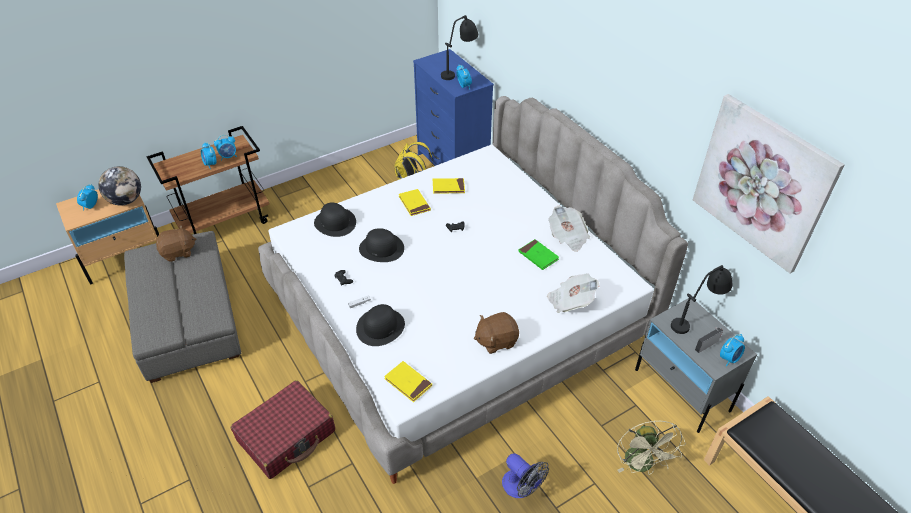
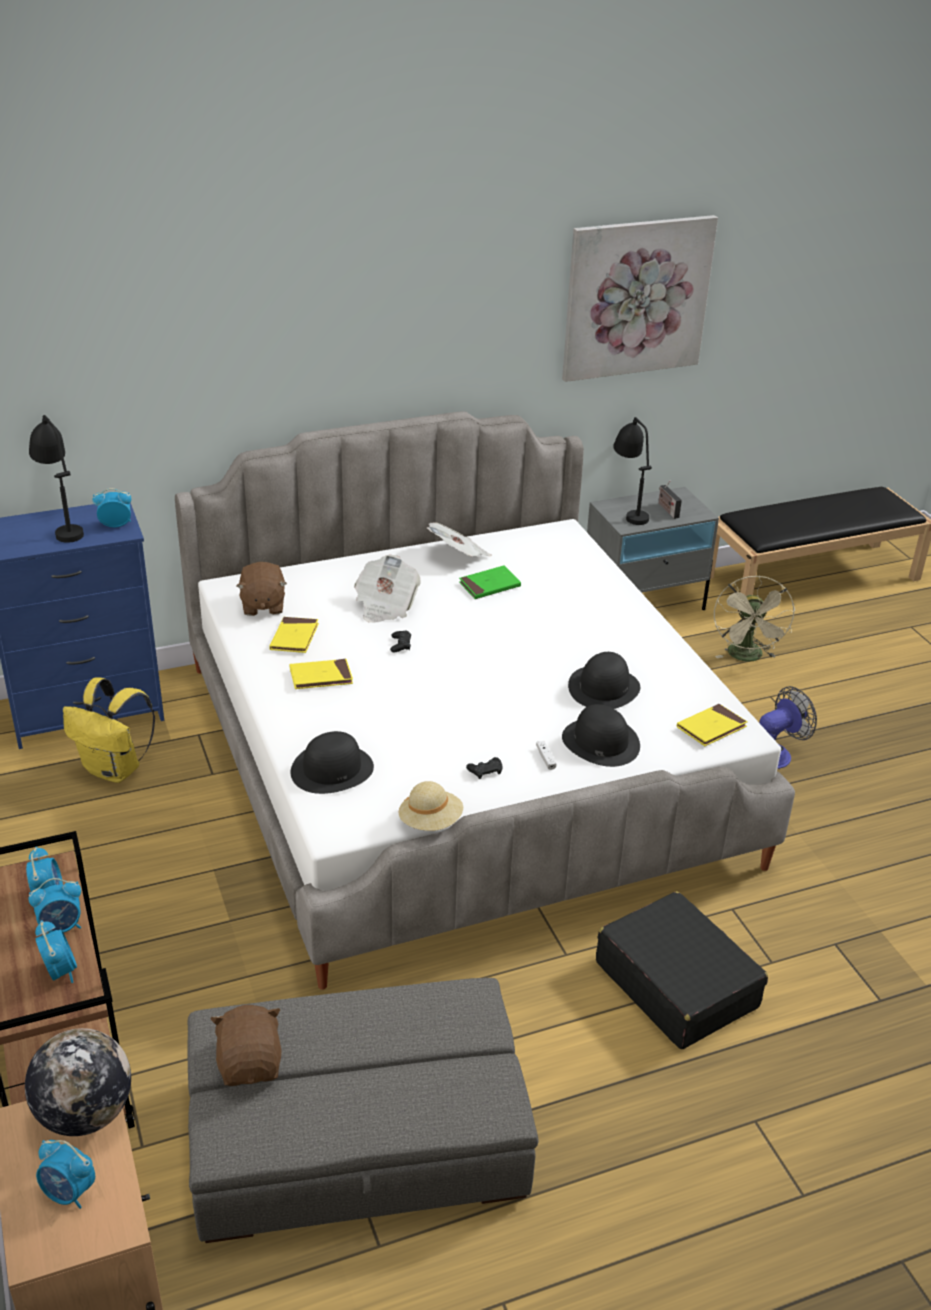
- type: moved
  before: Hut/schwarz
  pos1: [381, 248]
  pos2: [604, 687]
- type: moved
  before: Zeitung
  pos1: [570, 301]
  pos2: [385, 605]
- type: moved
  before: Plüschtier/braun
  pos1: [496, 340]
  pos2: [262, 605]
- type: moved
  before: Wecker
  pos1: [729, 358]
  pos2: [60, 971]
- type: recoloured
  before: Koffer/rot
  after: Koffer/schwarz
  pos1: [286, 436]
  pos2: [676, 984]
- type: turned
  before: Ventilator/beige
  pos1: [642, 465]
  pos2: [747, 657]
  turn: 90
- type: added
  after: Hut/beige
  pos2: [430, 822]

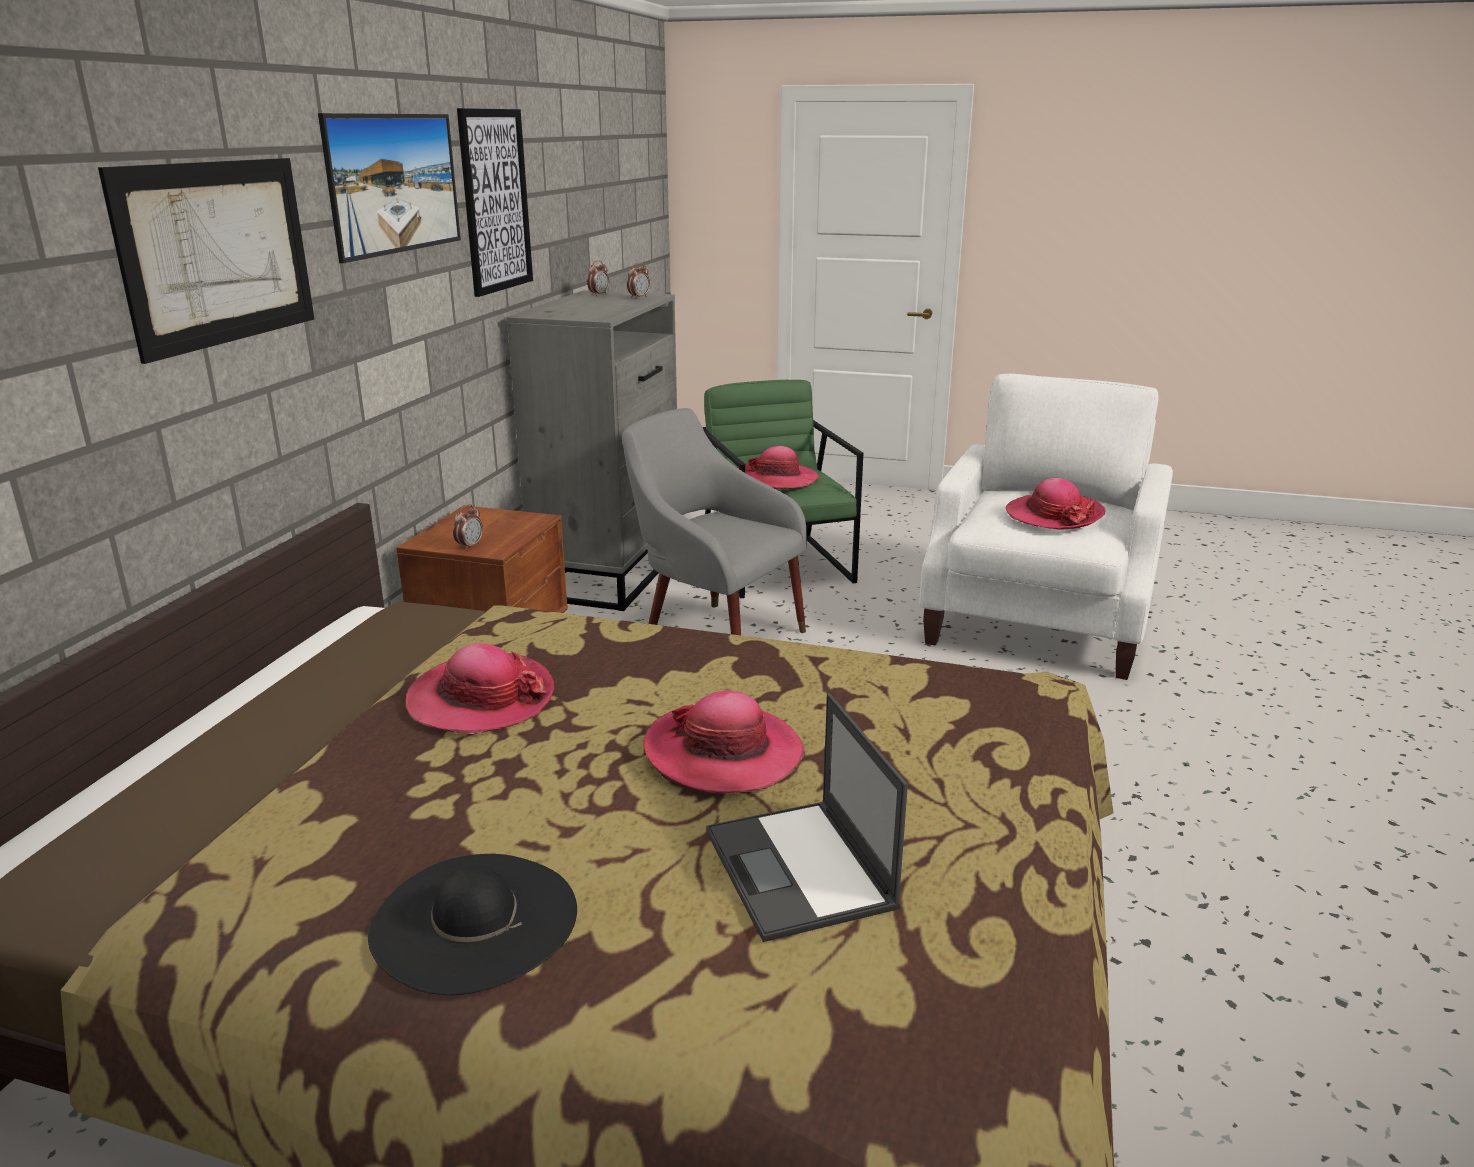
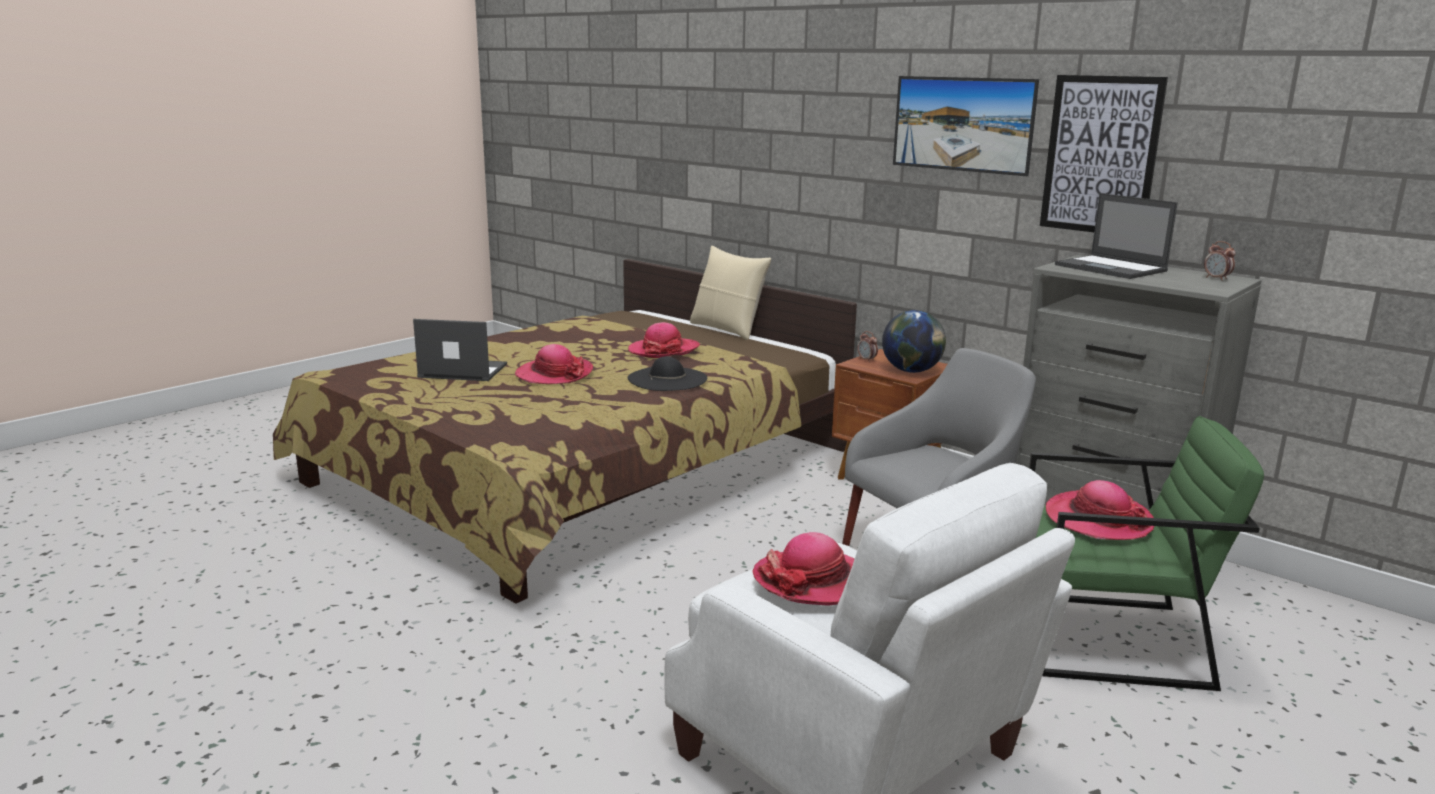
- type: removed
  before: Bild
  pos1: [218, 253]
- type: removed
  before: Wecker
  pos1: [639, 297]
- type: moved
  before: Hut/schwarz
  pos1: [474, 920]
  pos2: [667, 379]
- type: added
  after: Laptop
  pos2: [1111, 268]
- type: added
  after: Kissen/beige
  pos2: [727, 329]
- type: added
  after: Globus
  pos2: [912, 371]

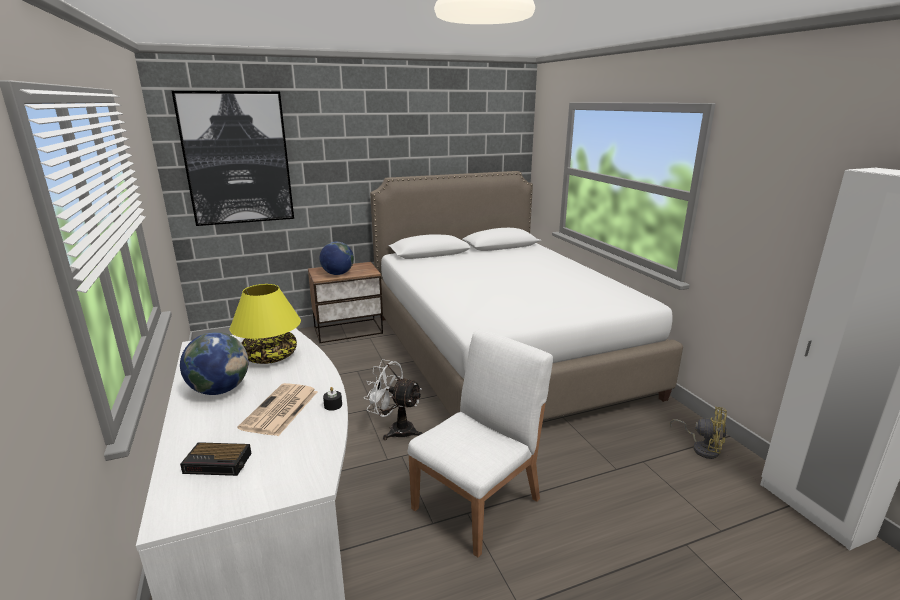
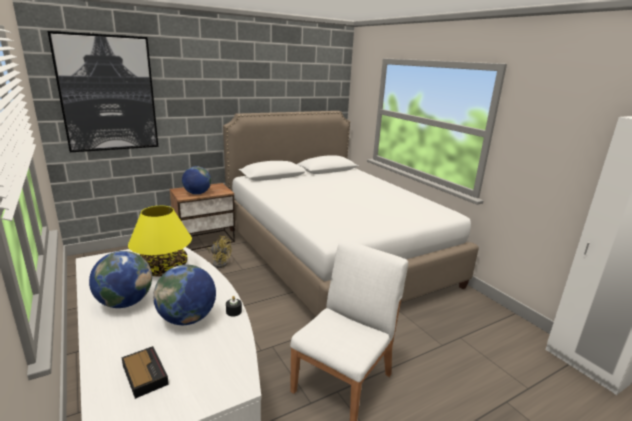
- type: removed
  before: Ventilator/weiß
  pos1: [396, 430]
- type: replaced
  before: Zeitung
  after: Globus
  pos1: [280, 410]
  pos2: [187, 319]
- type: moved
  before: Ventilator/gelb
  pos1: [702, 448]
  pos2: [219, 262]
- type: turned
  before: Wecker
  pos1: [219, 463]
  pos2: [144, 374]
  turn: -120

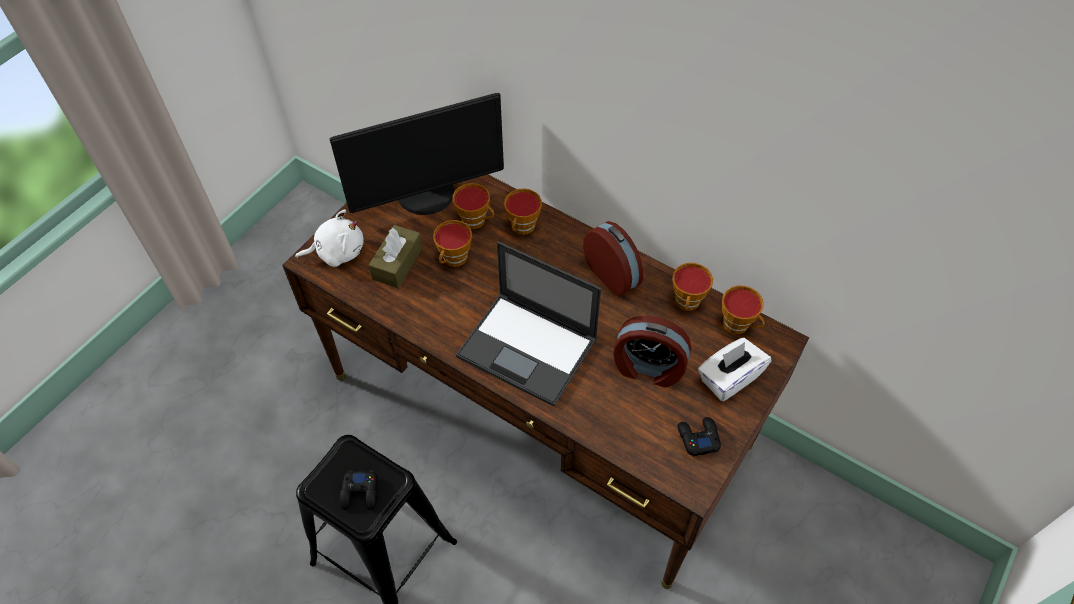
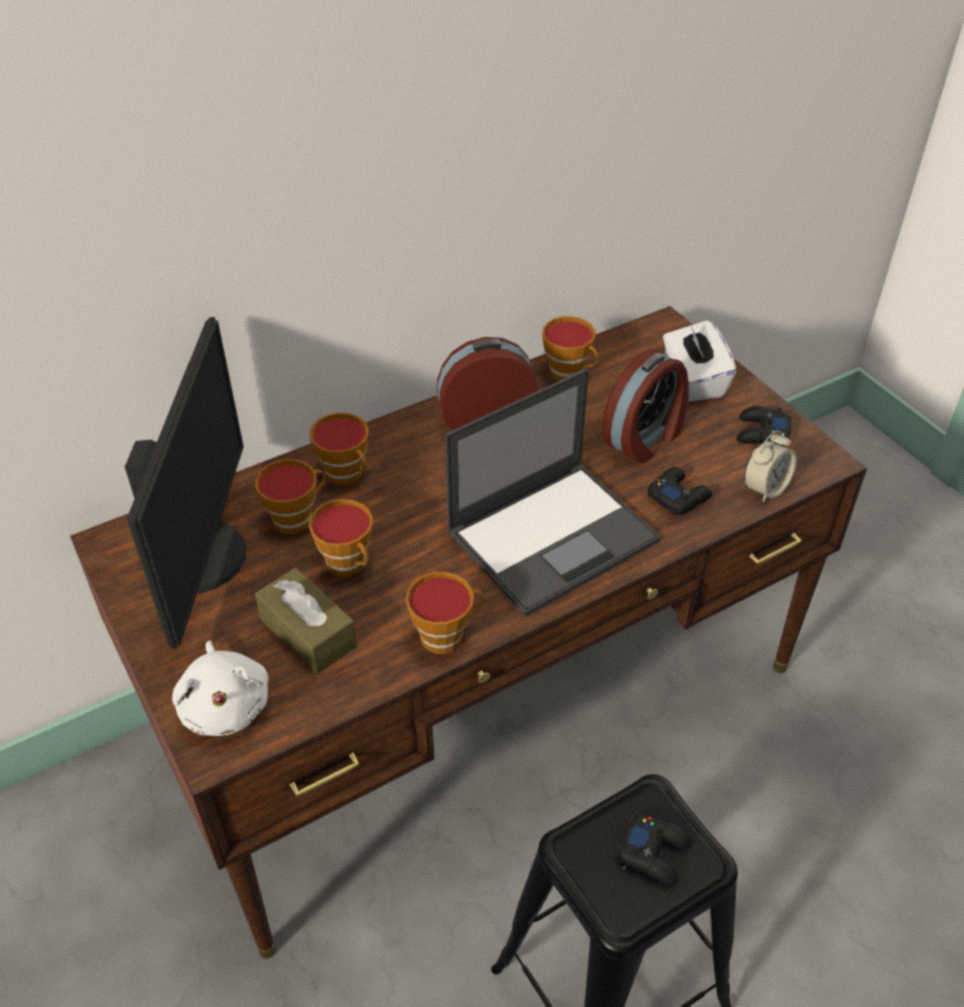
- type: turned
  before: Plüschtier/weiß
  pos1: [337, 251]
  pos2: [225, 705]
  turn: 150
- type: moved
  before: Tasse
  pos1: [739, 325]
  pos2: [446, 634]
- type: added
  after: Wecker
  pos2: [765, 489]
- type: added
  after: Gamepad/schwarz
  pos2: [678, 496]

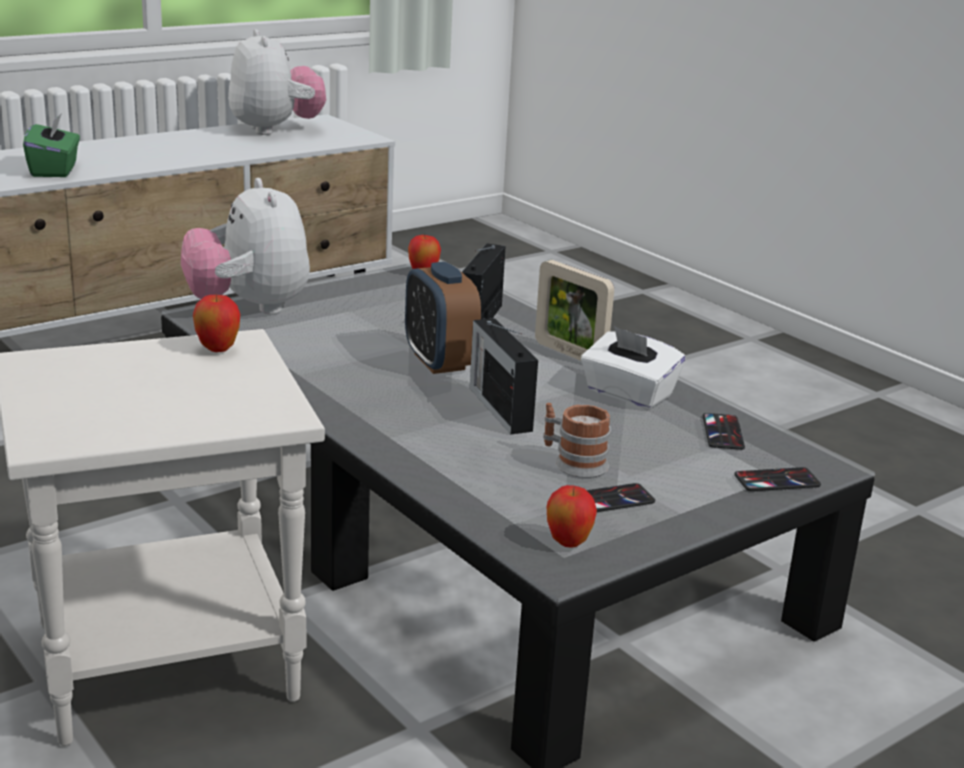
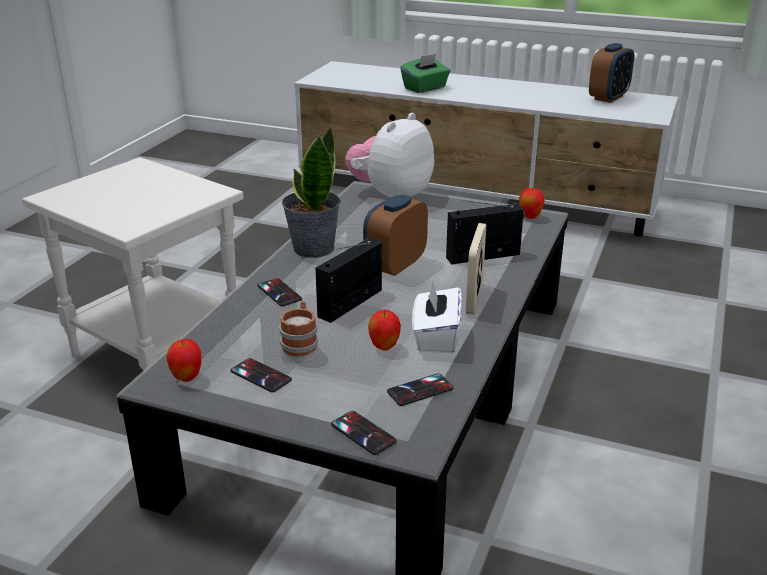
- type: replaced
  before: Plüschtier
  after: Wecker
  pos1: [275, 130]
  pos2: [608, 98]
- type: moved
  before: Apfel
  pos1: [217, 350]
  pos2: [384, 347]
- type: added
  after: Topfpflanze
  pos2: [313, 248]
- type: added
  after: Handy
  pos2: [279, 292]

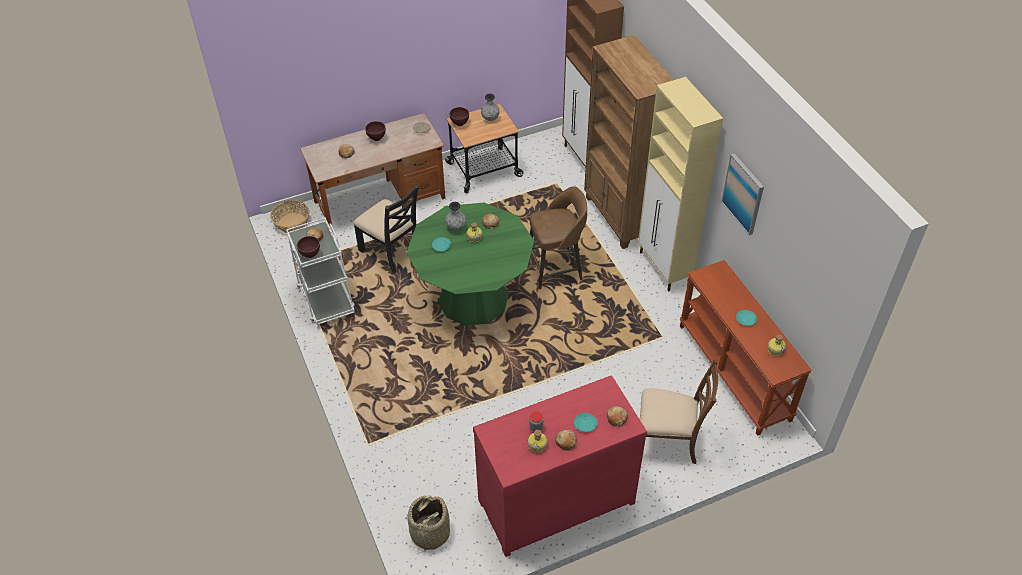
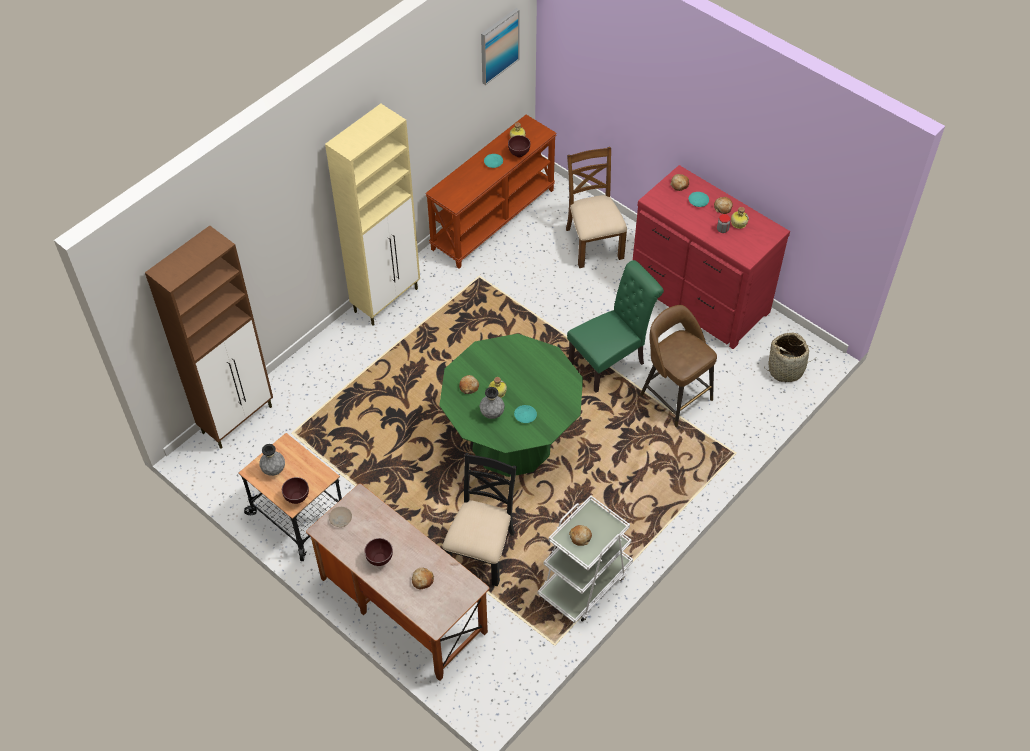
- type: removed
  before: Bücherregal/braun
  pos1: [620, 217]
- type: moved
  before: Bild
  pos1: [743, 194]
  pos2: [499, 46]
- type: moved
  before: Hocker/braun
  pos1: [556, 268]
  pos2: [674, 395]
- type: removed
  before: Korb
  pos1: [292, 223]
- type: moved
  before: Schüssel/braun
  pos1: [310, 255]
  pos2: [519, 155]
- type: added
  after: Stuhl/grün
  pos2: [611, 361]

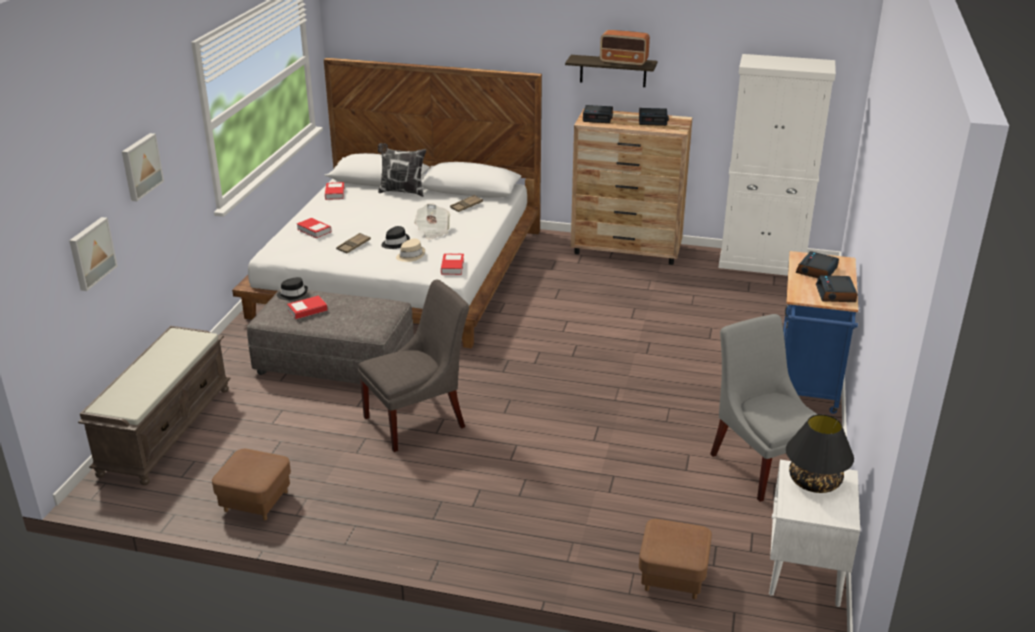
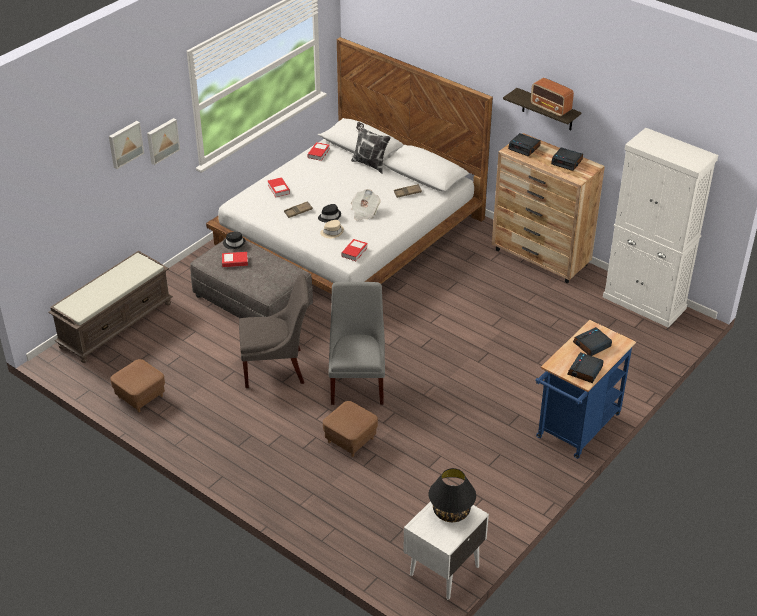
- type: moved
  before: Bild
  pos1: [91, 253]
  pos2: [162, 140]
- type: moved
  before: Stuhl/grau
  pos1: [762, 464]
  pos2: [358, 381]
- type: moved
  before: Polsterhocker/braun
  pos1: [673, 576]
  pos2: [350, 439]

